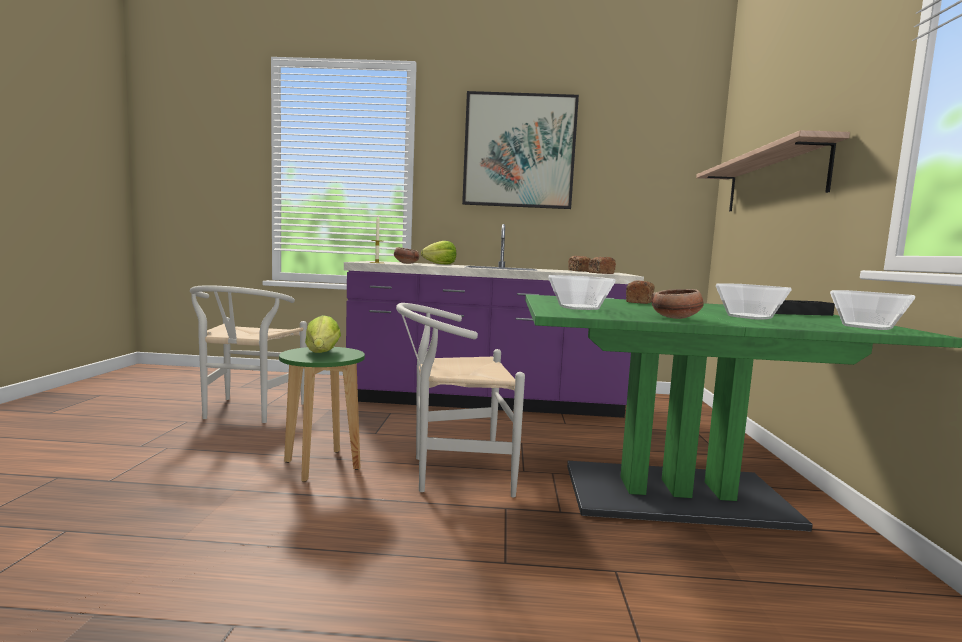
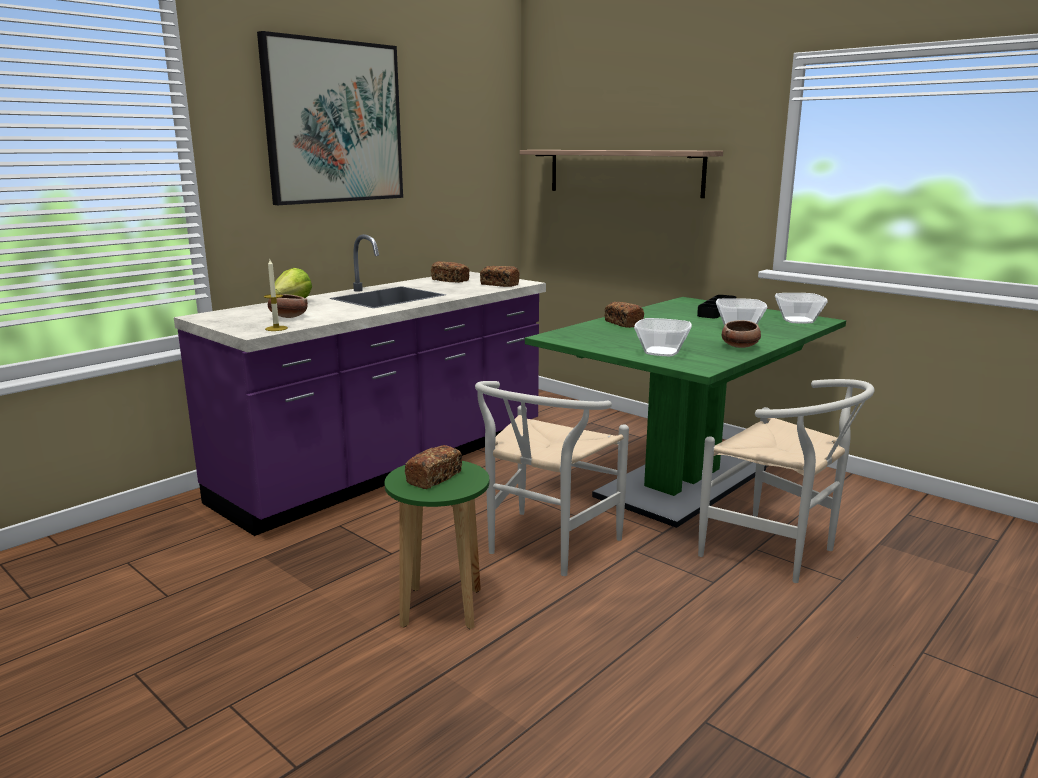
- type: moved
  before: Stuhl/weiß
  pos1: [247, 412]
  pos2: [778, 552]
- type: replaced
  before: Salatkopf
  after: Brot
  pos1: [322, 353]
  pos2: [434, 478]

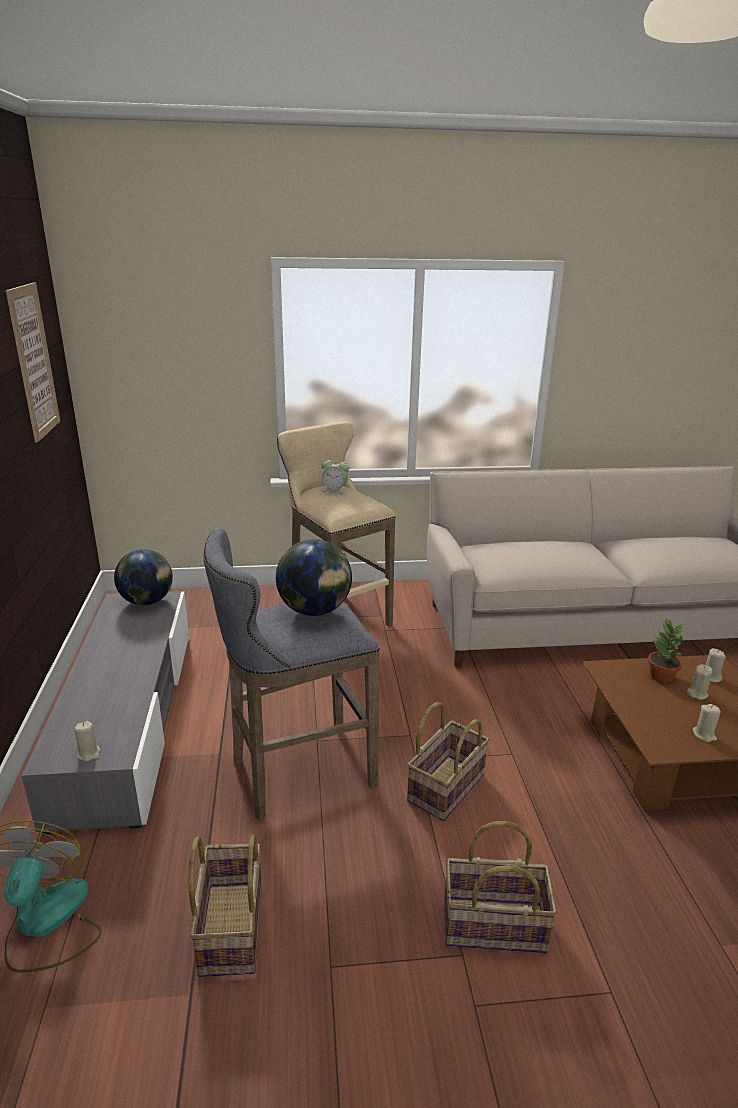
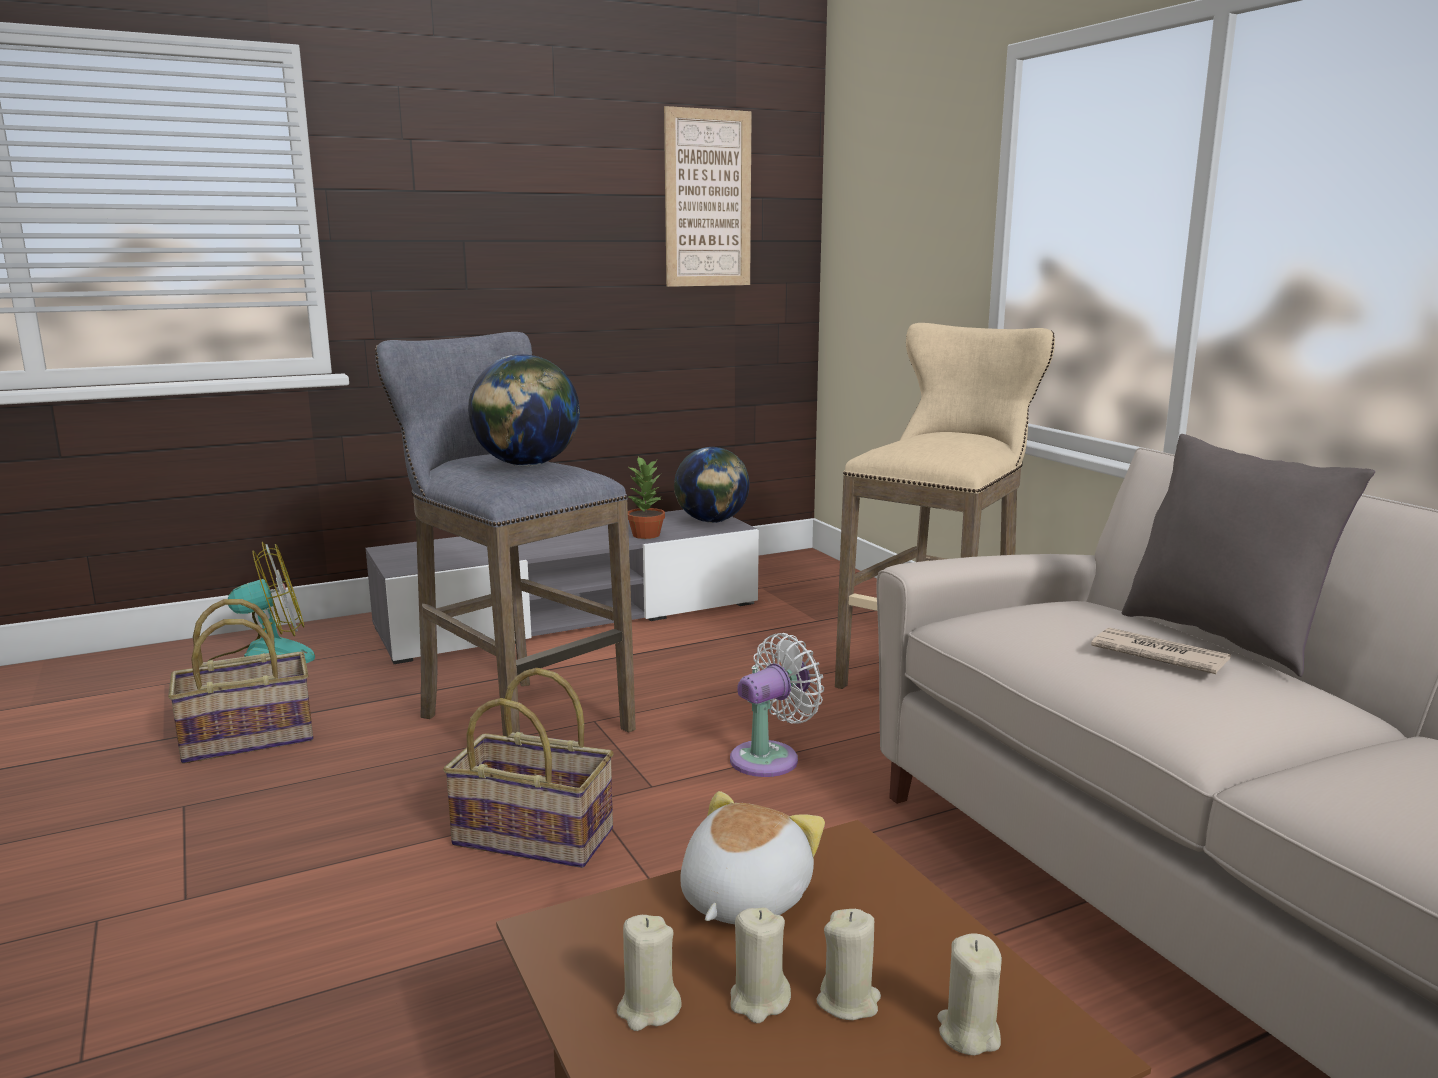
- type: removed
  before: Wecker
  pos1: [335, 490]
- type: moved
  before: Topfpflanze
  pos1: [660, 676]
  pos2: [646, 535]
- type: moved
  before: Kerze/beige
  pos1: [89, 753]
  pos2: [759, 1000]
- type: removed
  before: Korb
  pos1: [493, 927]
- type: added
  after: Kissen/grau
  pos2: [1223, 638]
- type: added
  after: Zeitung
  pos2: [1158, 656]
- type: added
  after: Ventilator/weiß
  pos2: [770, 757]
- type: added
  after: Plüschtier
  pos2: [741, 898]

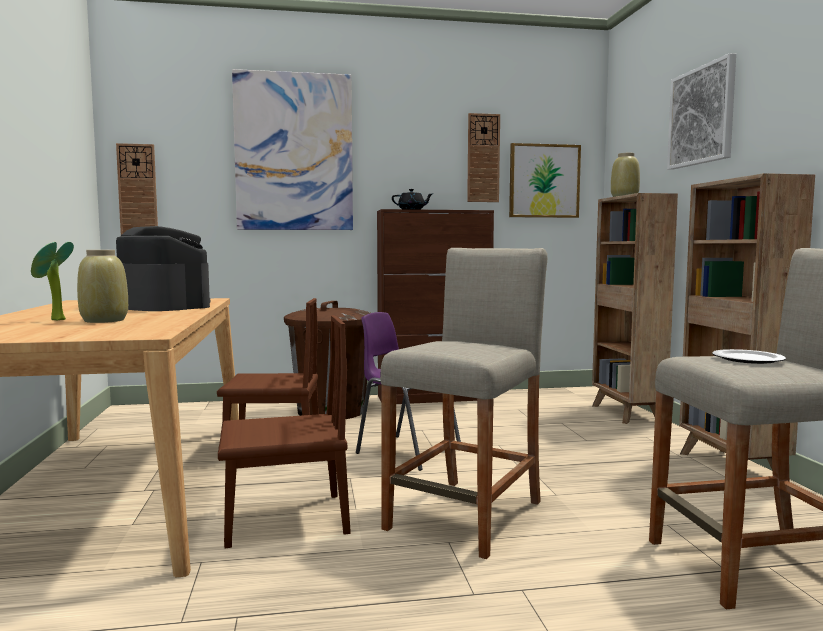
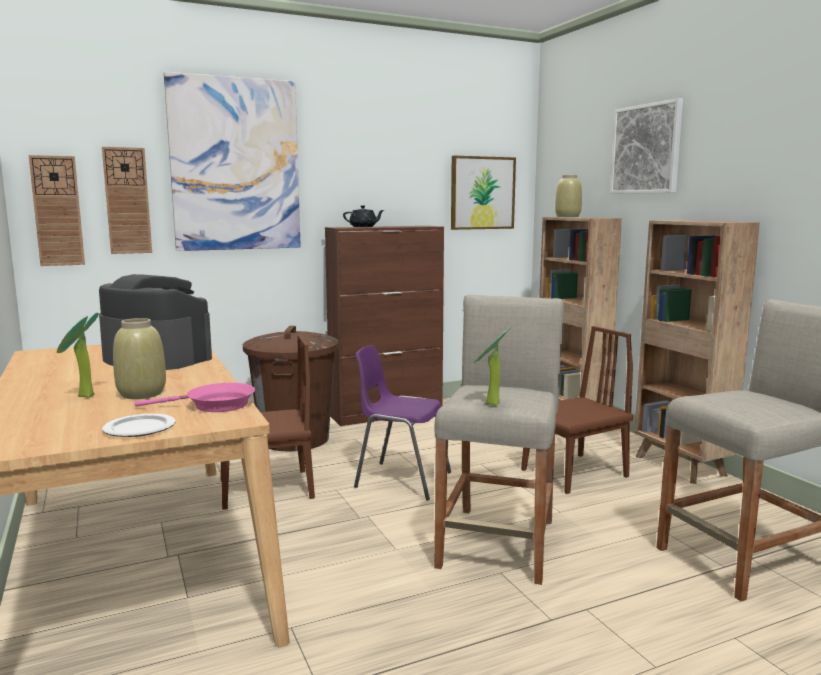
- type: moved
  before: Wanduhr
  pos1: [483, 158]
  pos2: [127, 201]
- type: moved
  before: Stuhl/braun
  pos1: [285, 519]
  pos2: [574, 473]
- type: moved
  before: Teller
  pos1: [747, 359]
  pos2: [140, 428]
- type: added
  after: Topfpflanze
  pos2: [490, 405]
- type: added
  after: Pfanne/rosa
  pos2: [214, 405]

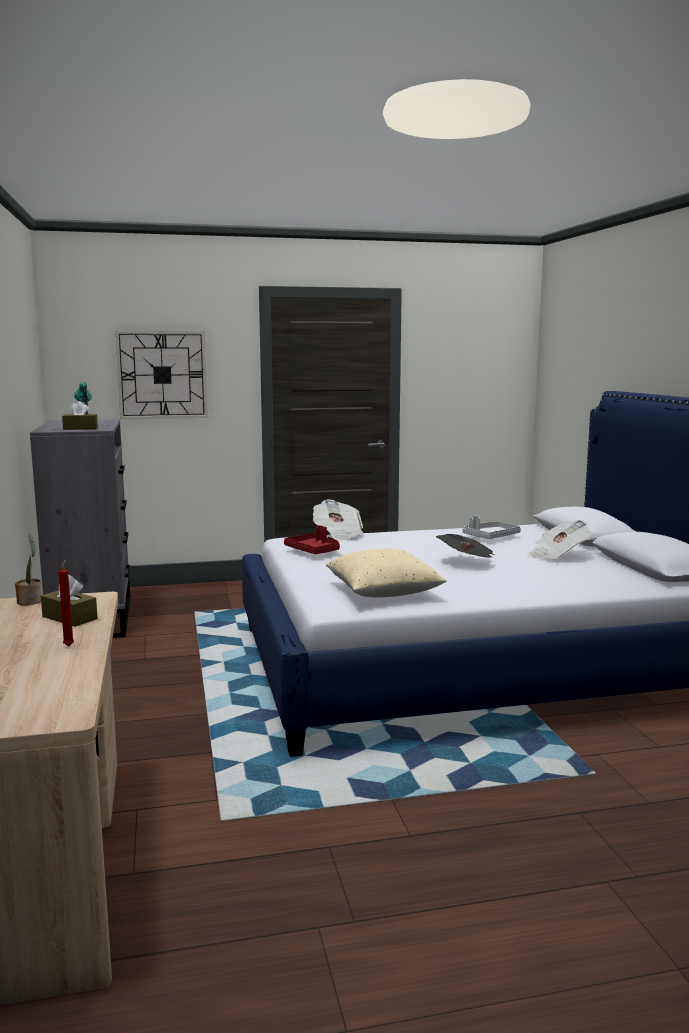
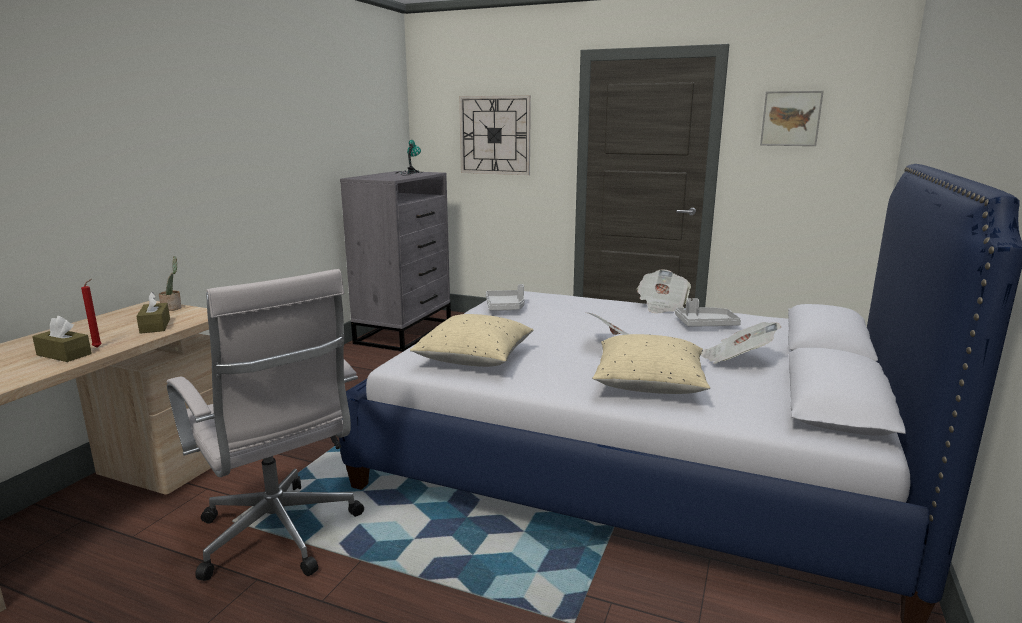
- type: moved
  before: Taschentuchbox/braun
  pos1: [80, 428]
  pos2: [64, 354]
- type: moved
  before: Zeitung
  pos1: [338, 534]
  pos2: [662, 306]
- type: recoloured
  before: Tablett/rot
  after: Tablett/grau
  pos1: [314, 551]
  pos2: [505, 307]
- type: added
  after: Bild
  pos2: [790, 118]
- type: added
  after: Bürostuhl/weiß
  pos2: [280, 537]
- type: added
  after: Kissen/beige
  pos2: [649, 385]

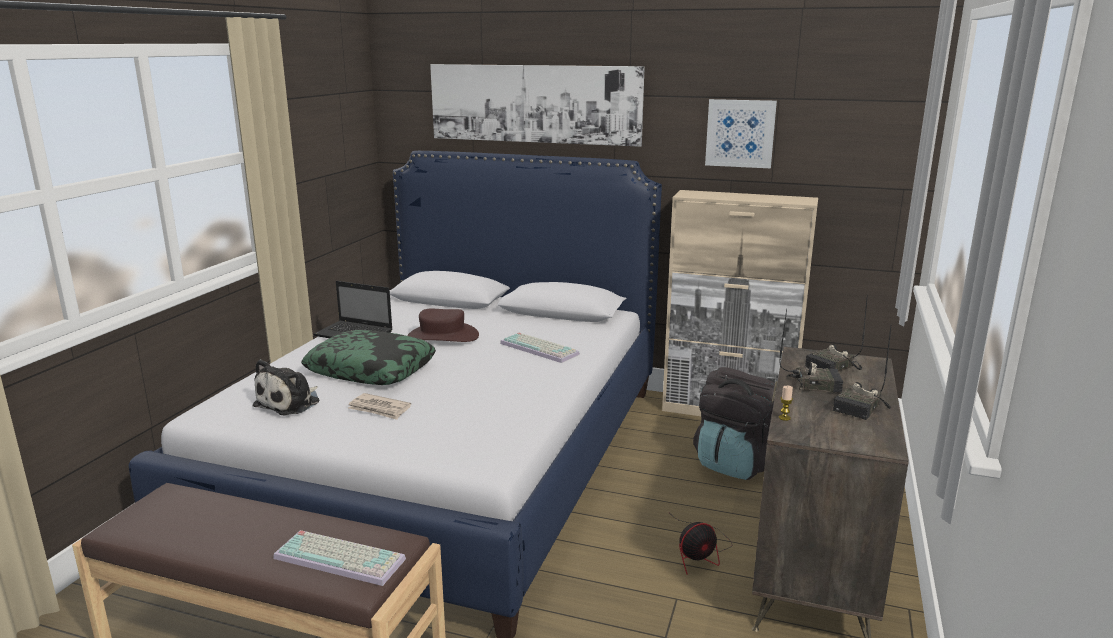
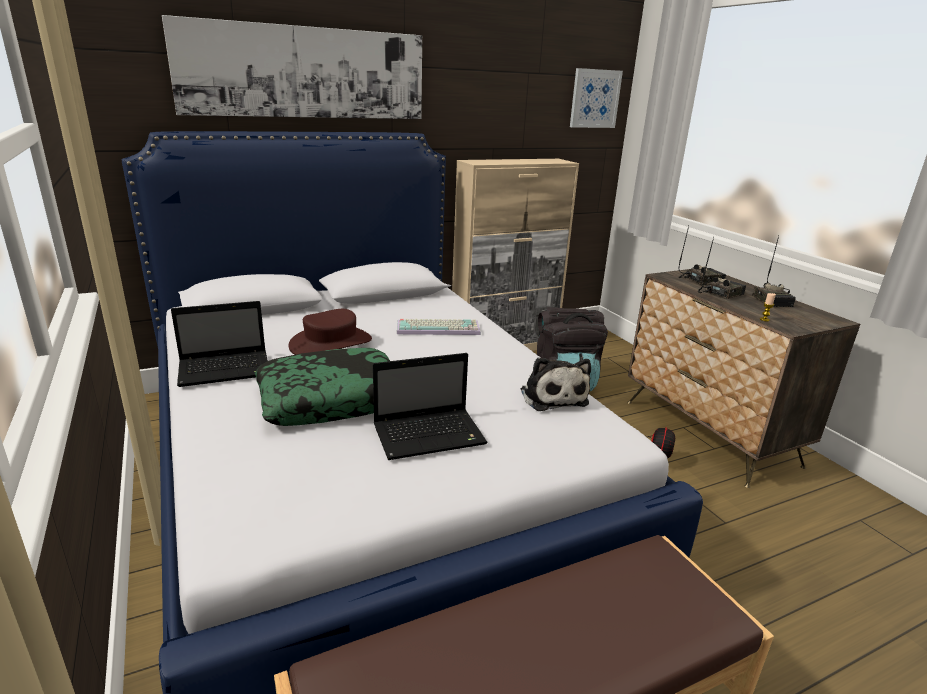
- type: moved
  before: Bild
  pos1: [740, 133]
  pos2: [594, 98]
- type: turned
  before: Radio
  pos1: [833, 368]
  pos2: [700, 280]
  turn: -120
- type: moved
  before: Plüschtier
  pos1: [290, 403]
  pos2: [552, 396]
- type: replaced
  before: Zeitung
  after: Laptop
  pos1: [379, 409]
  pos2: [431, 435]
- type: removed
  before: Tastatur
  pos1: [342, 557]

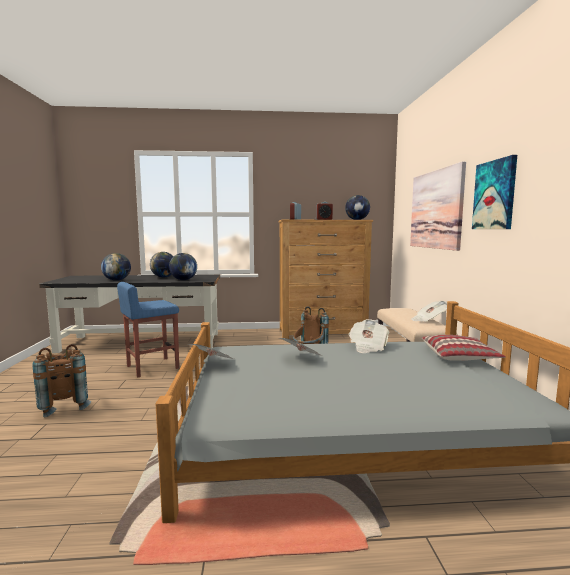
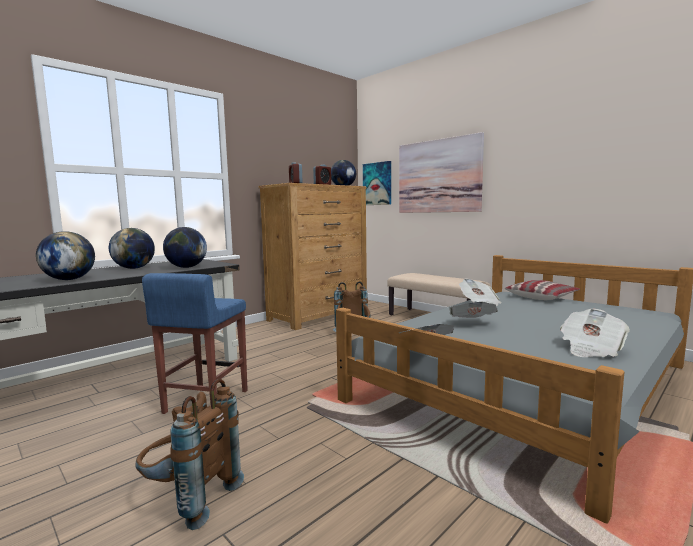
- type: moved
  before: Bild
  pos1: [494, 195]
  pos2: [377, 184]
- type: moved
  before: Zeitung
  pos1: [428, 320]
  pos2: [591, 349]

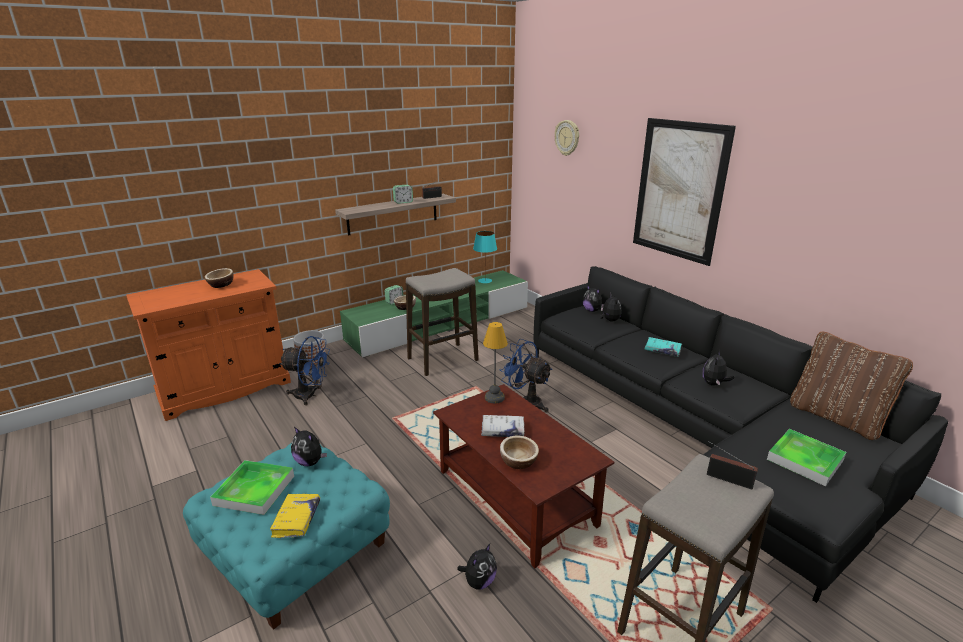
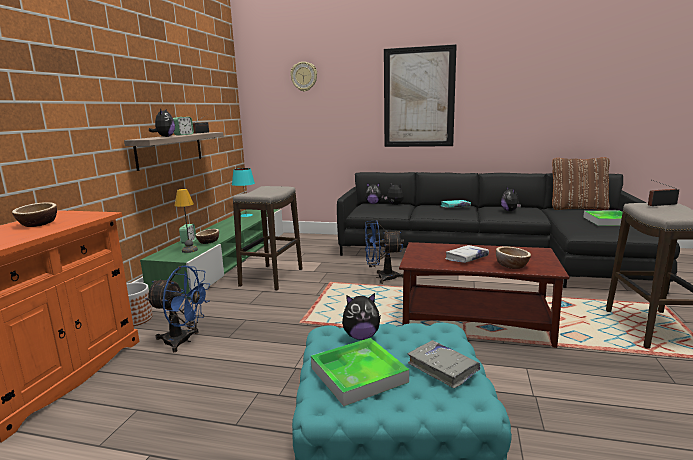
- type: moved
  before: Tischlampe
  pos1: [495, 398]
  pos2: [190, 250]
- type: turned
  before: Ventilator/blau
  pos1: [310, 395]
  pos2: [183, 341]
  turn: 45
- type: recoloured
  before: Buch/gelb
  after: Buch/grau
  pos1: [296, 519]
  pos2: [442, 369]
- type: moved
  before: Plüschtier
  pos1: [479, 581]
  pos2: [165, 137]

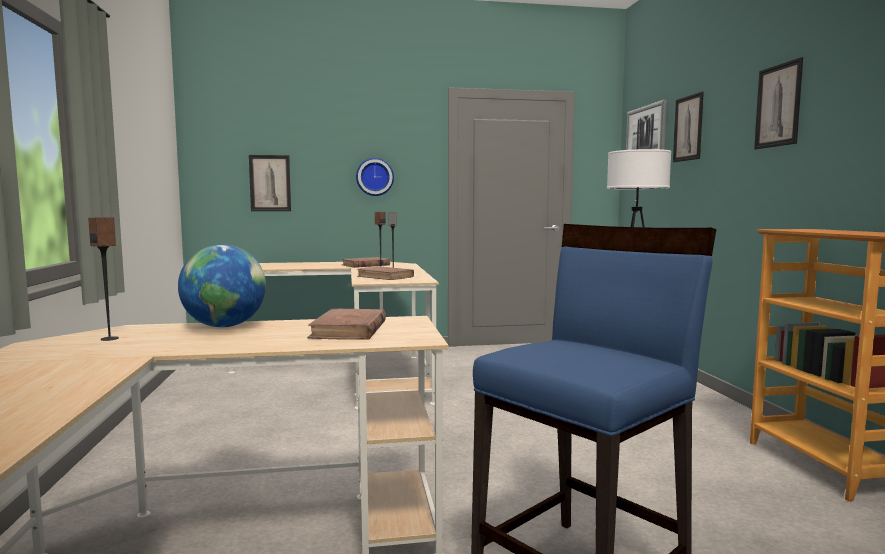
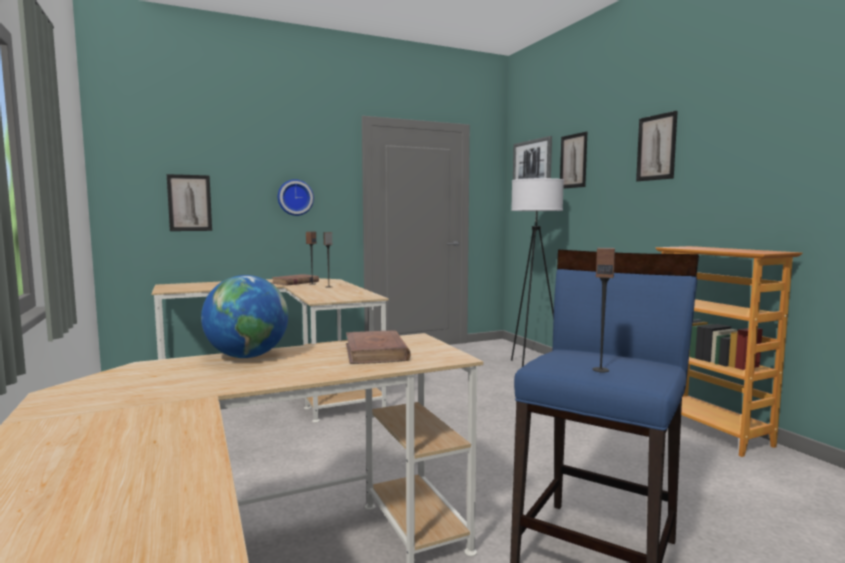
- type: moved
  before: Lautsprecher
  pos1: [110, 338]
  pos2: [600, 370]
- type: removed
  before: Buch/braun
  pos1: [385, 277]

